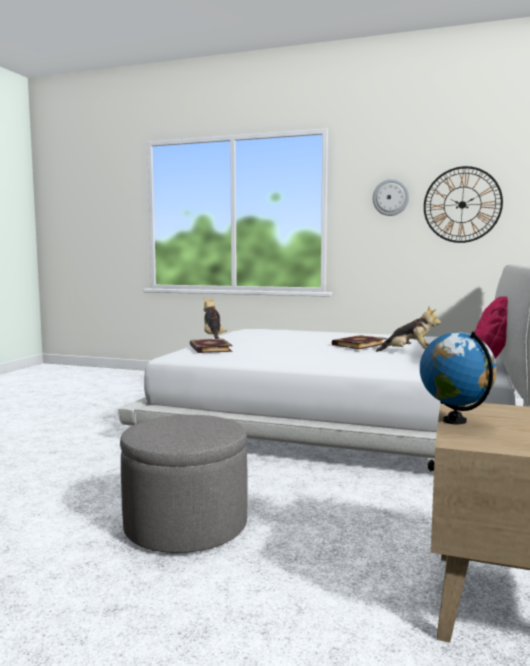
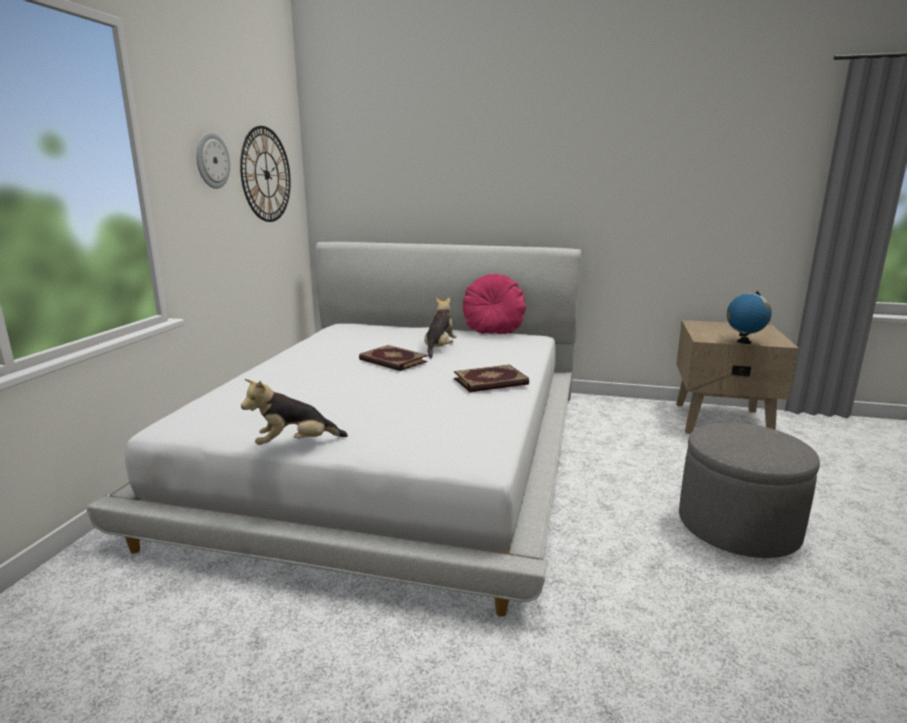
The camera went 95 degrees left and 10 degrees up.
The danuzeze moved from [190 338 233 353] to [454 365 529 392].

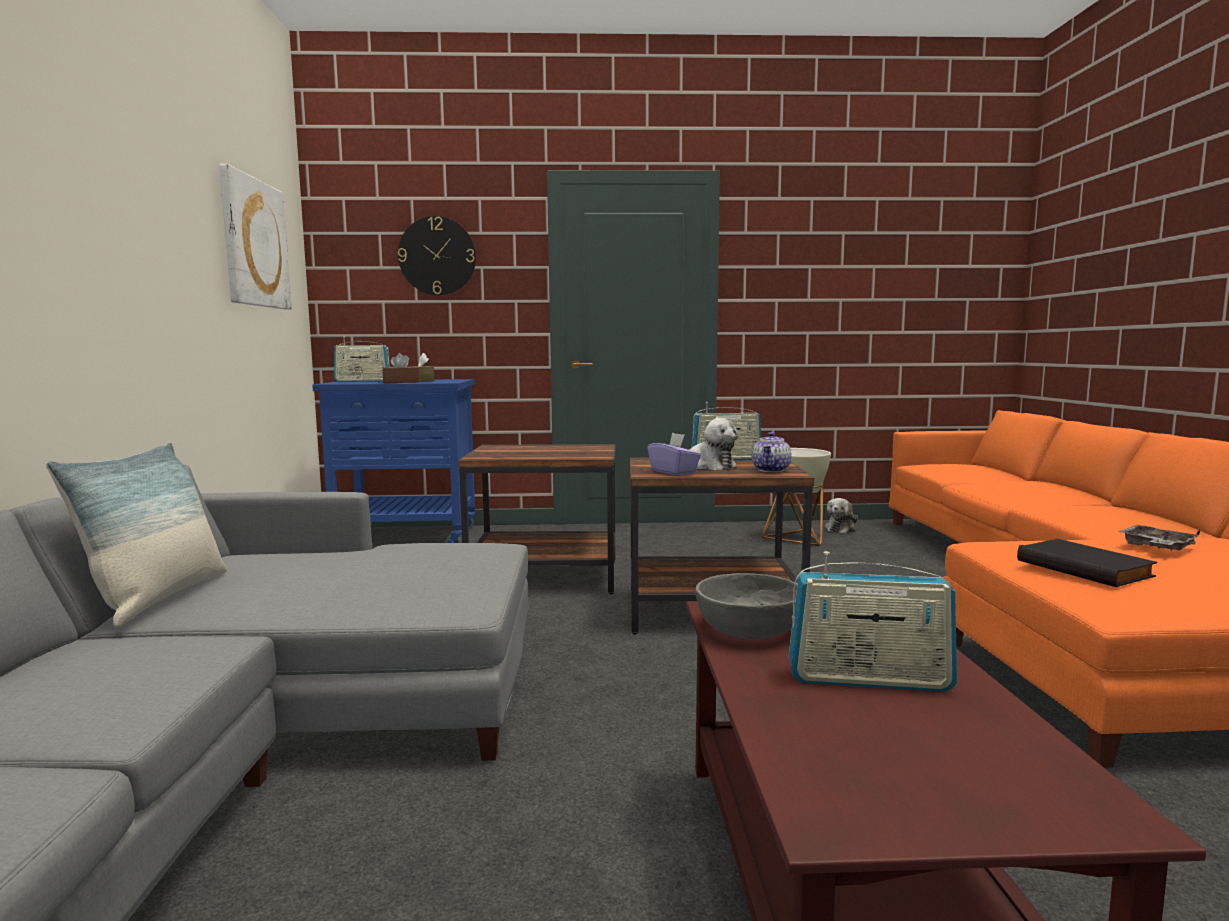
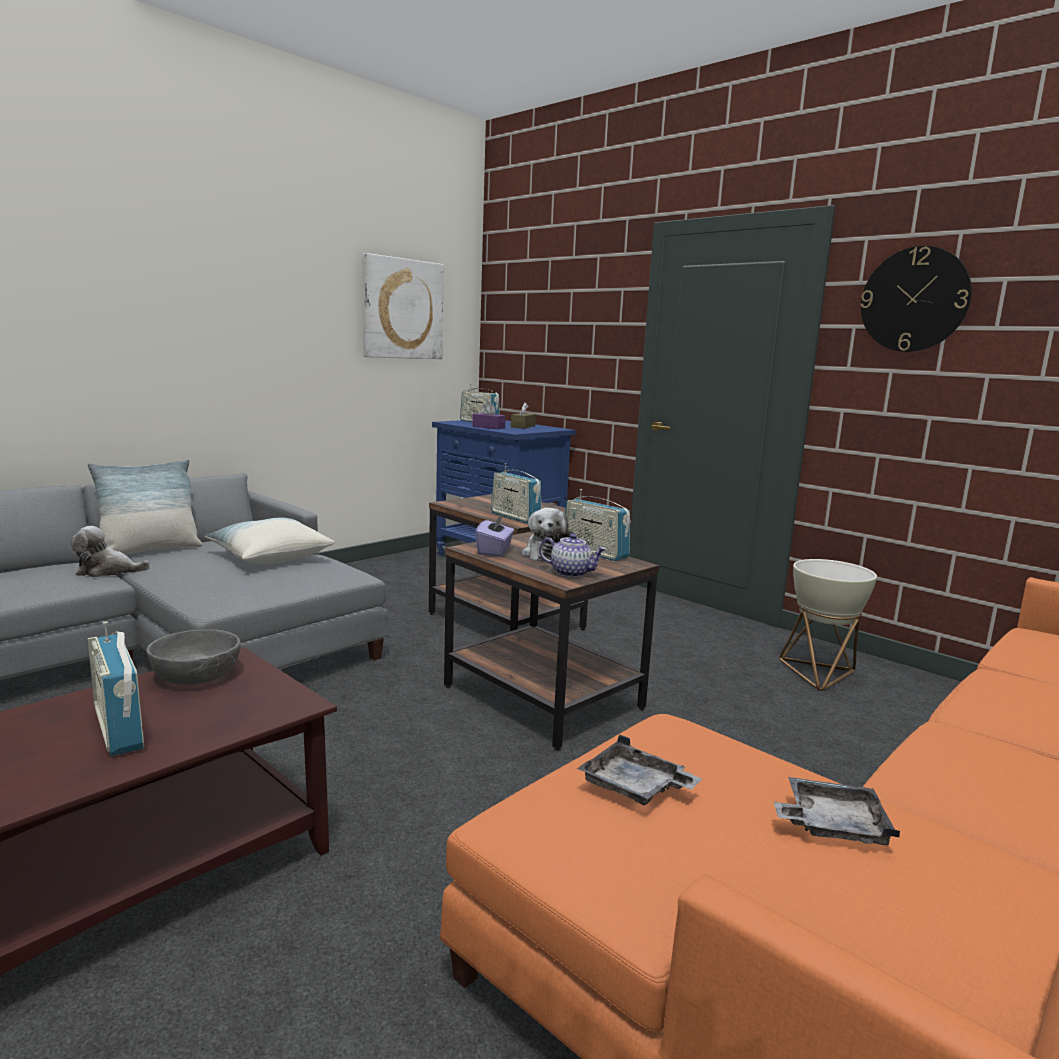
The camera went 45 degrees right and 5 degrees up.
The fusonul at [205 518 335 564] appeared.
The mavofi at [491 463 541 523] appeared.
The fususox moved from [398 216 476 295] to [861 246 972 352].
The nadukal moved from [825 498 858 534] to [71 526 150 577].
The black_danuzeze at [1017 539 1157 587] was replaced by the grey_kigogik at [577 734 702 805].
The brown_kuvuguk at [382 353 419 383] became the purple_kuvuguk at [472 402 506 429].
The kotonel at [752 432 792 472] turned 135 degrees counterclockwise.

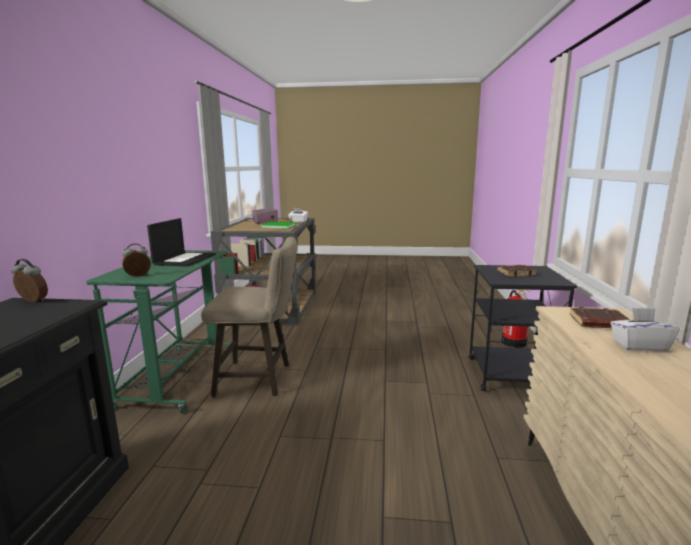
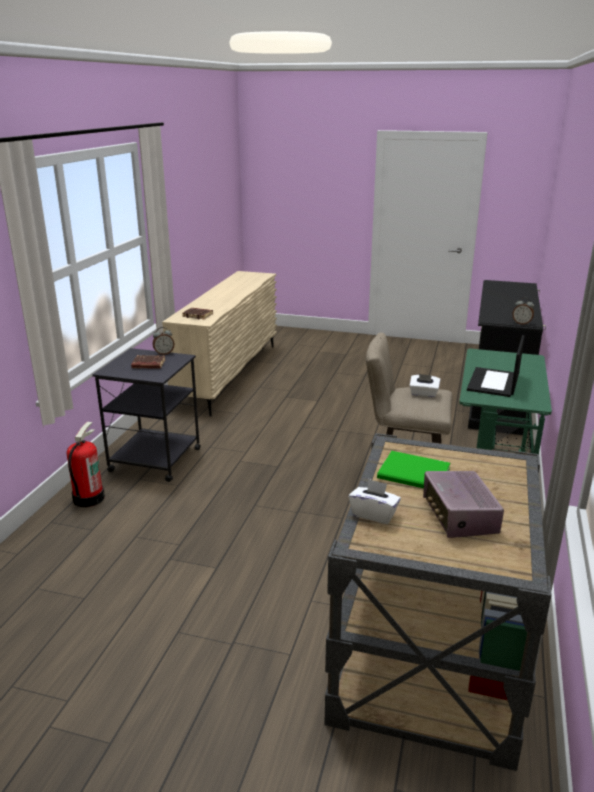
The camera went 170 degrees left and 10 degrees up.
The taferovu moved from [122 243 151 277] to [153 327 174 355].
The white_kuvuguk moved from [610 308 680 351] to [410 374 440 397].

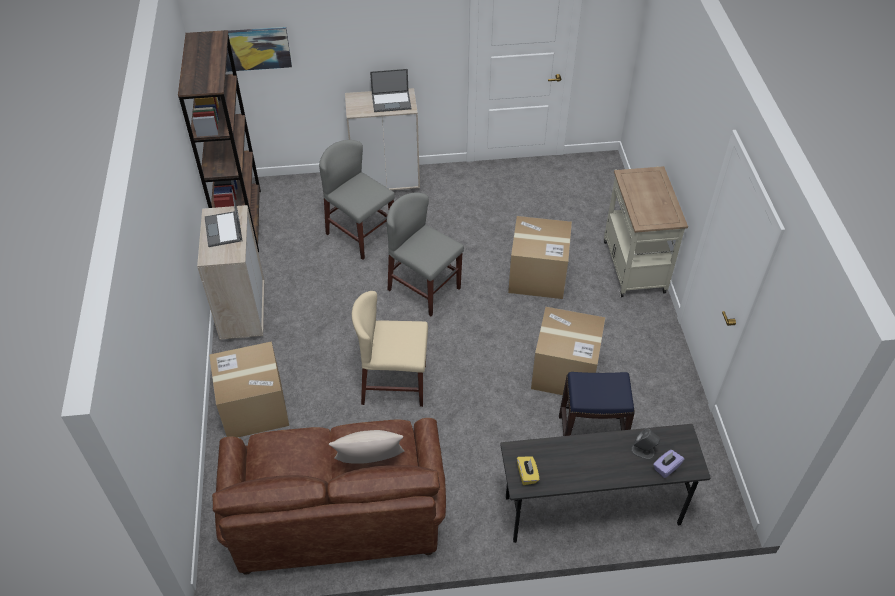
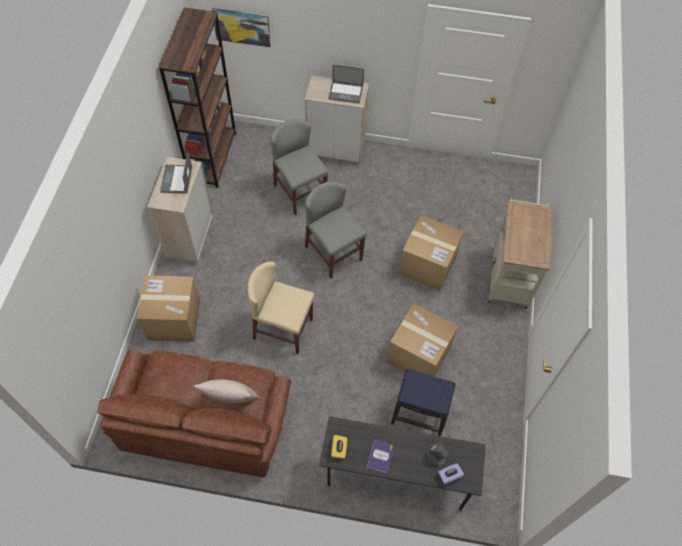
The camera went 15 degrees right and 10 degrees up.
The danuzeze at [367 440 394 473] appeared.

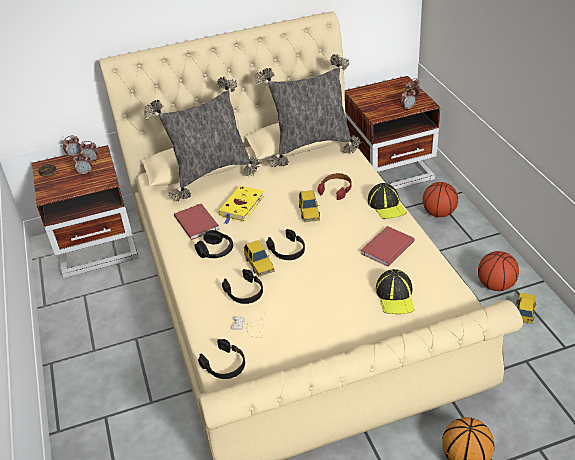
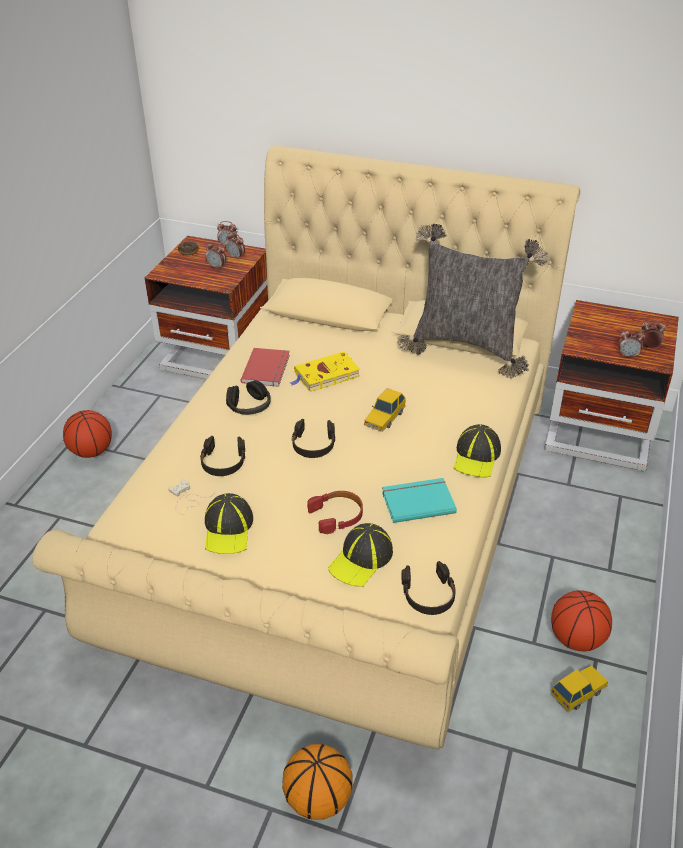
The camera went 35 degrees right and 0 degrees up.
The fusonul at [144 77 260 202] disappeared.
The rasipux at [244 240 275 277] disappeared.
The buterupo at [205 493 253 554] appeared.
The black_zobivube moved from [198 339 245 379] to [401 561 456 615].
The red_zobivube moved from [318 173 352 200] to [307 491 363 534].
The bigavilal moved from [423 182 458 217] to [63 410 112 458].
The red_danuzeze at [361 226 415 267] became the turquoise_danuzeze at [382 478 457 523].

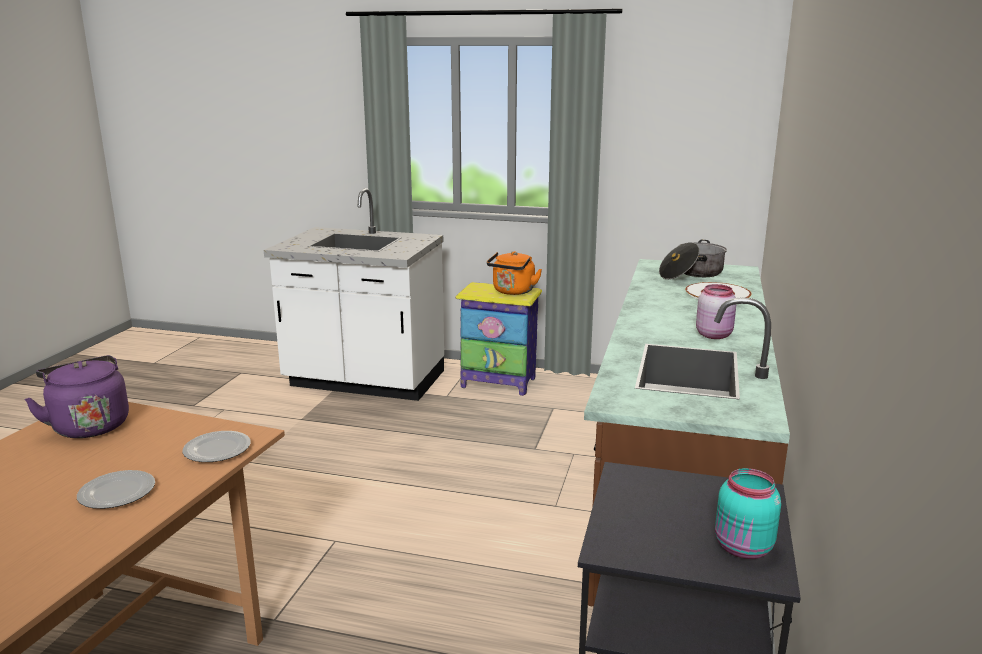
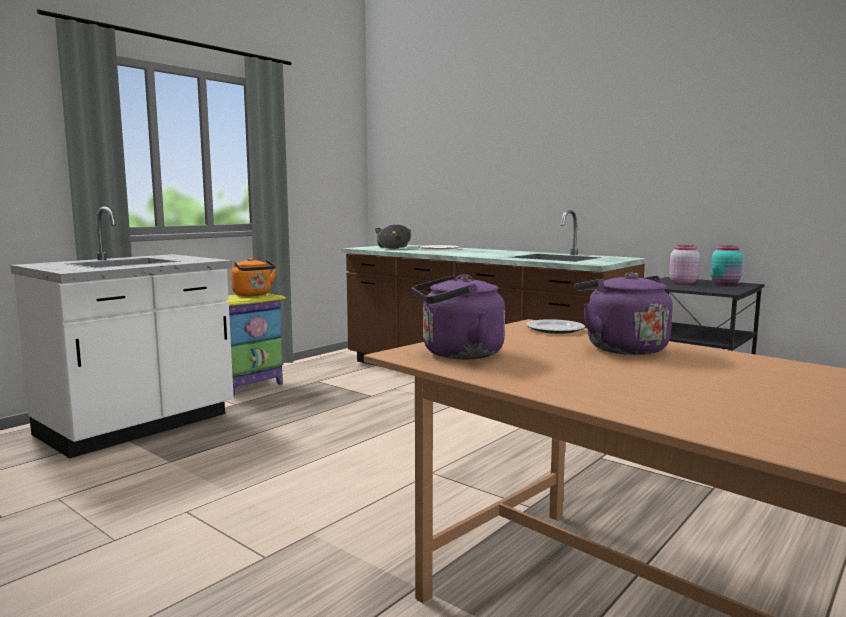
The camera went 65 degrees left and 10 degrees down.
The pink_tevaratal moved from [696 284 736 339] to [669 245 700 284].
The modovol at [77 470 155 509] was replaced by the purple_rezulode at [575 272 673 355].

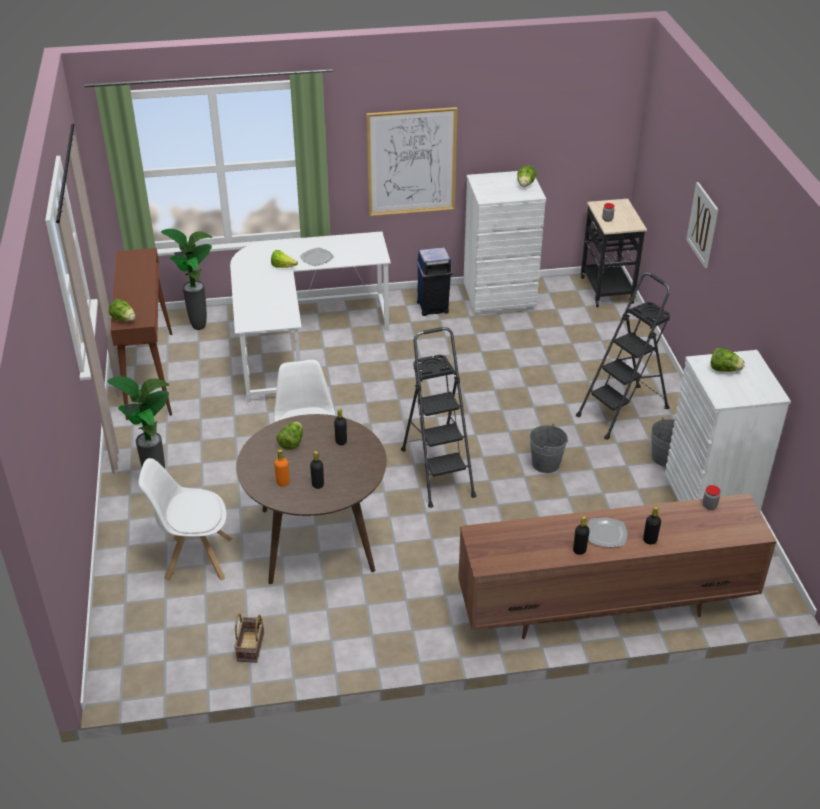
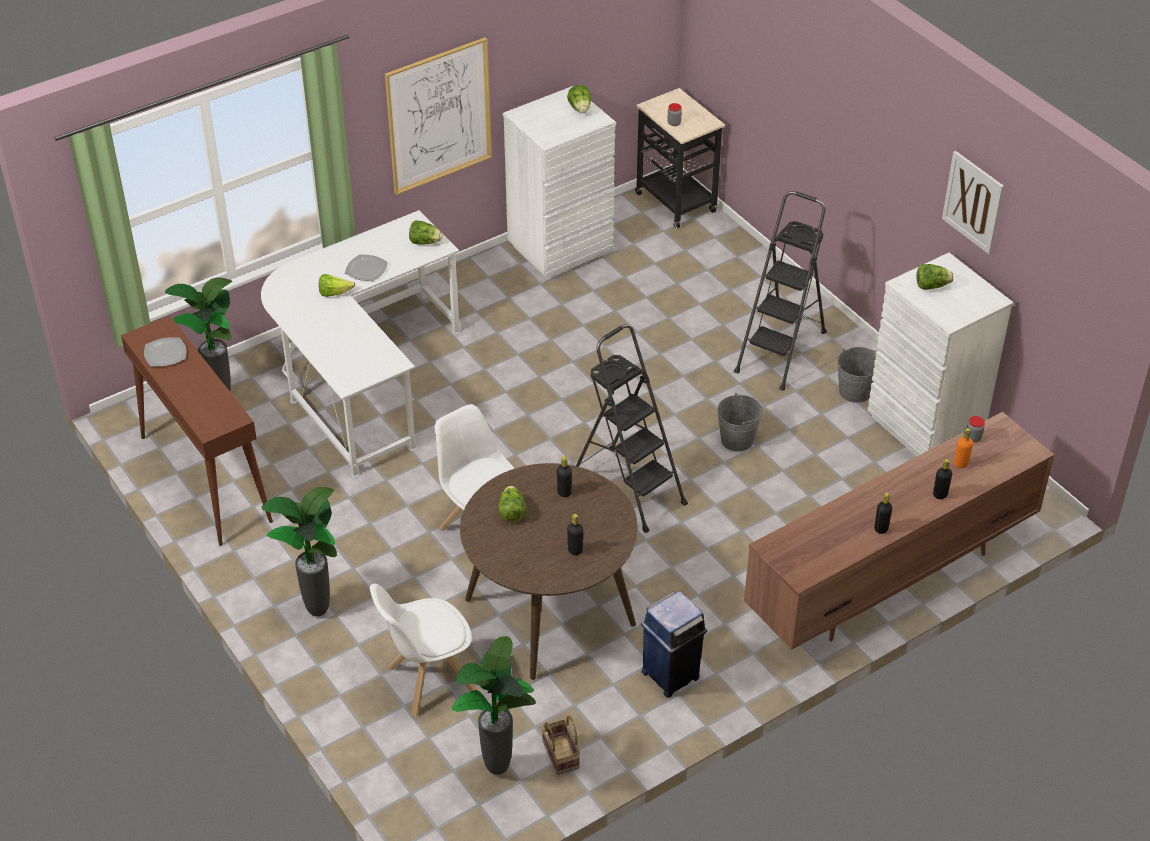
The camera went 25 degrees left and 5 degrees up.
The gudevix at [452 636 536 775] appeared.
The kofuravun moved from [109 299 135 322] to [409 220 443 245].
The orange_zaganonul moved from [274 449 290 487] to [954 428 973 469].
The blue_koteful moved from [416 247 452 316] to [641 591 707 698].
The modovol moved from [587 518 628 547] to [144 337 186 367].
The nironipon moved from [686 182 718 268] to [942 151 1004 254].

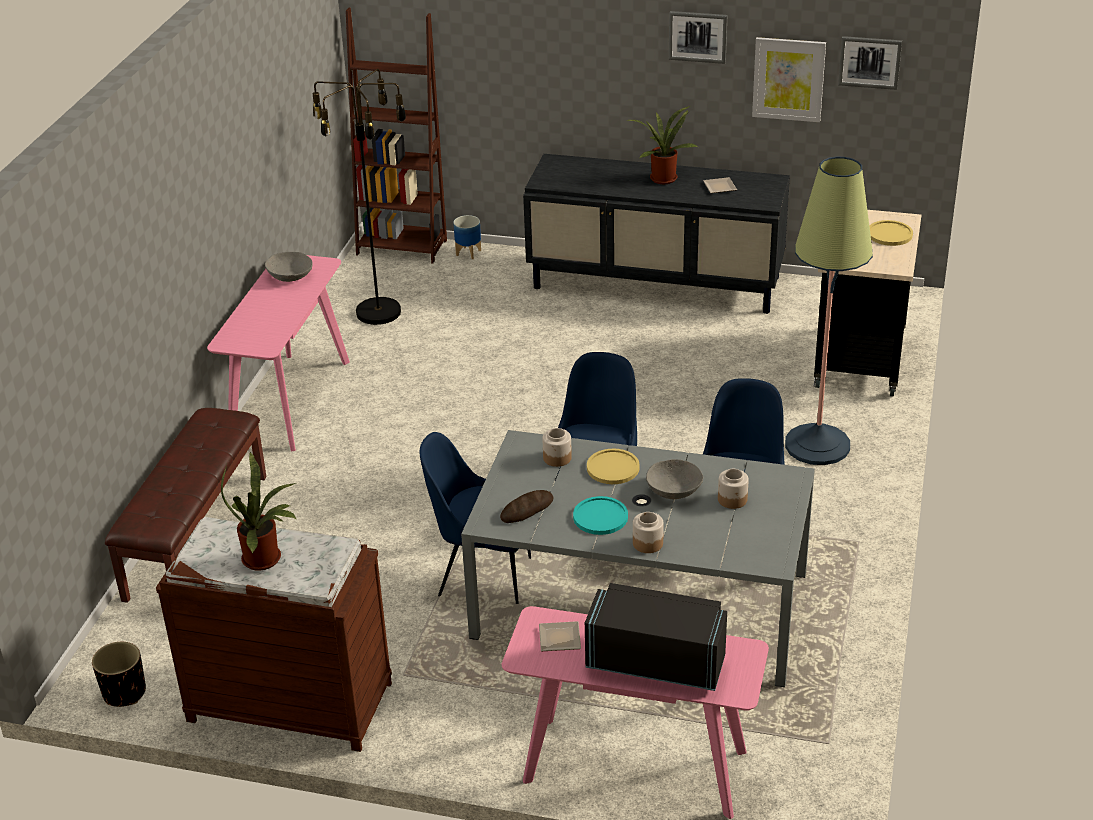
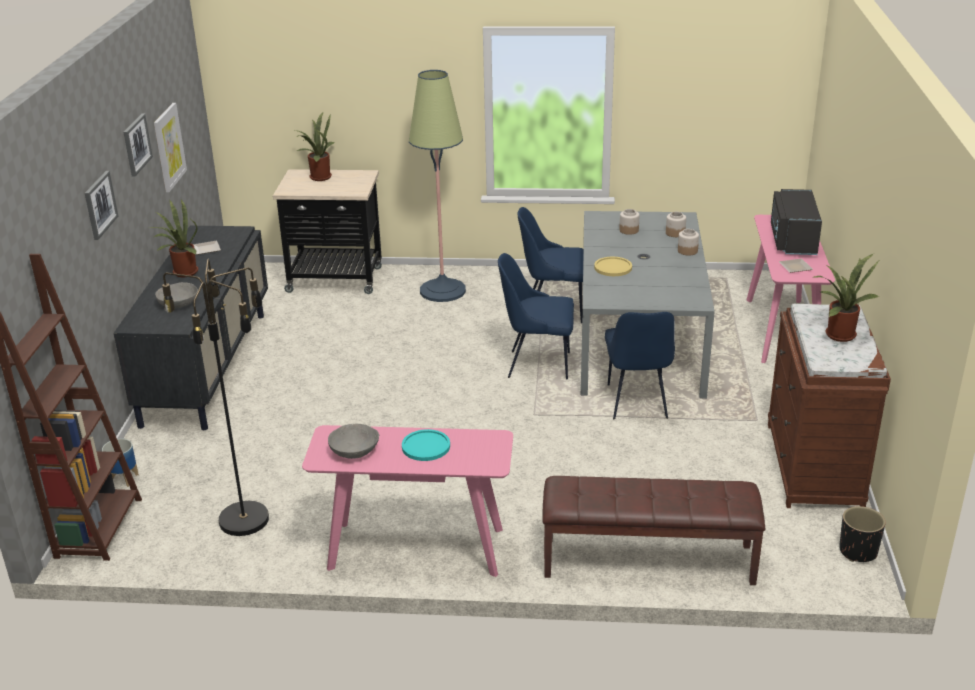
The camera went 100 degrees left and 5 degrees down.
The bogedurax at [500 490 554 523] disappeared.
The tevaratal moved from [542 428 572 467] to [666 212 686 237].
The turquoise_modovol moved from [573 496 628 535] to [402 429 450 461].
The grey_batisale moved from [646 459 703 499] to [155 282 198 308].
The nironipon moved from [838 36 902 90] to [85 171 118 240].
The yellow_modovol at [869 220 913 246] was replaced by the gudevix at [295 112 335 181].

